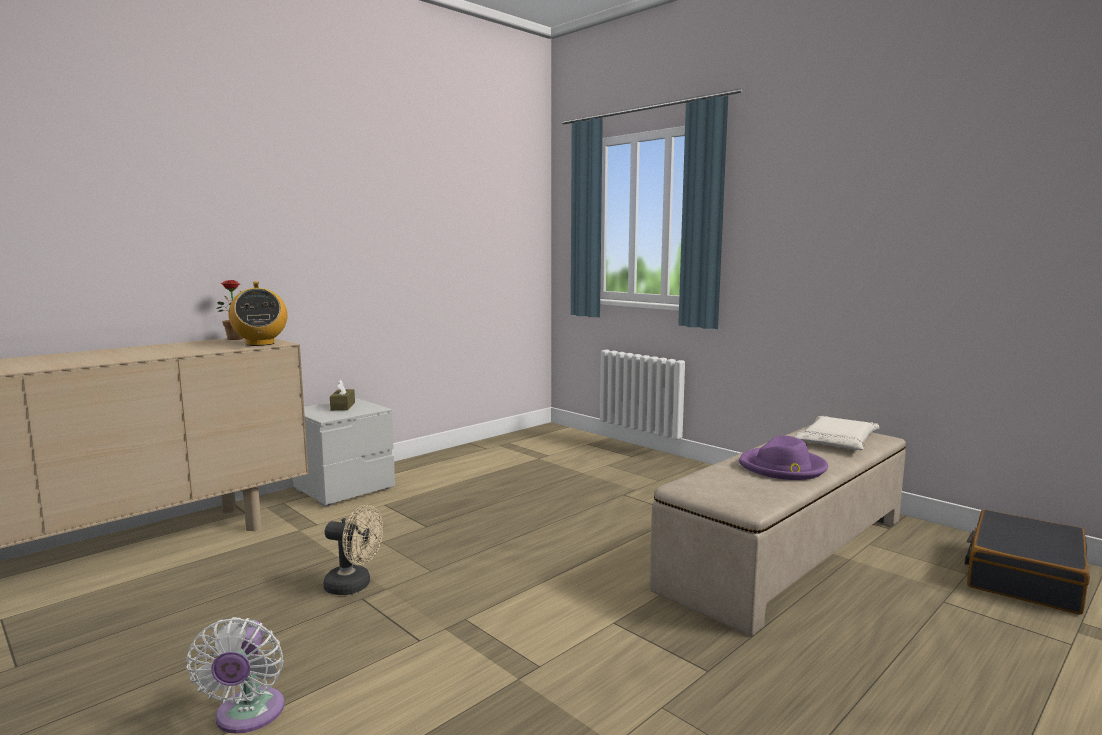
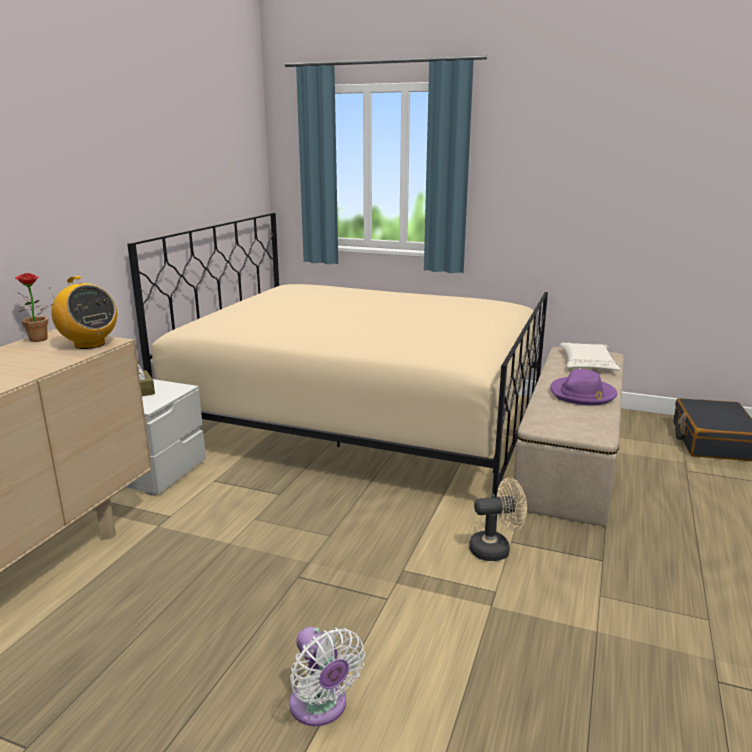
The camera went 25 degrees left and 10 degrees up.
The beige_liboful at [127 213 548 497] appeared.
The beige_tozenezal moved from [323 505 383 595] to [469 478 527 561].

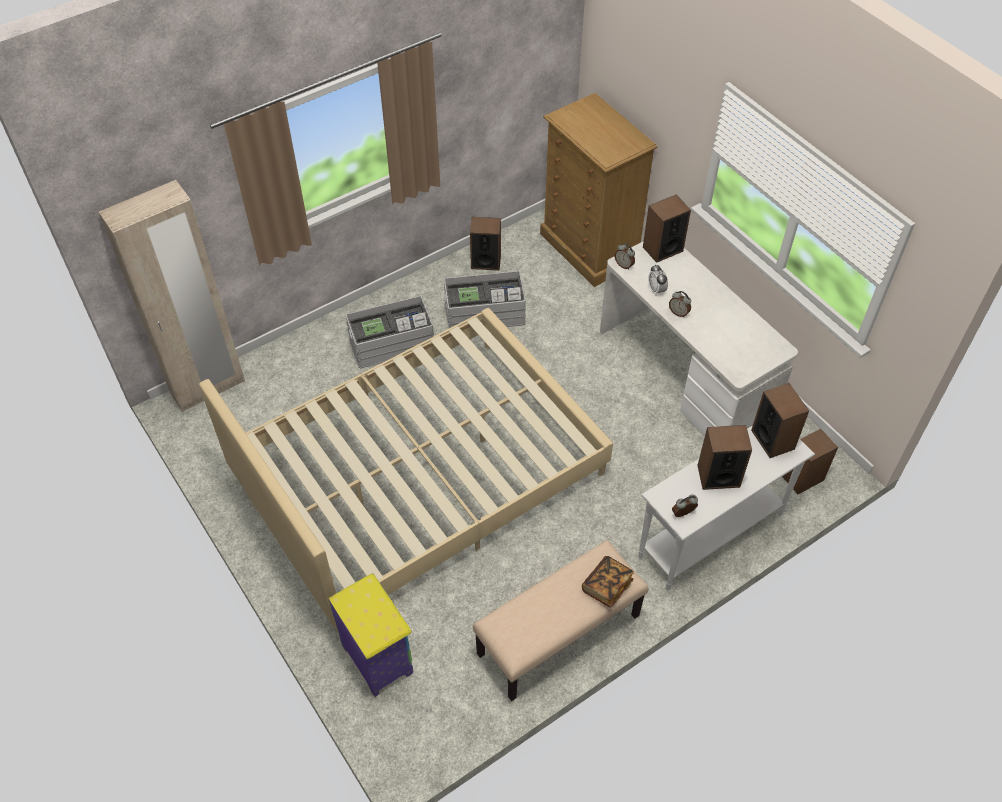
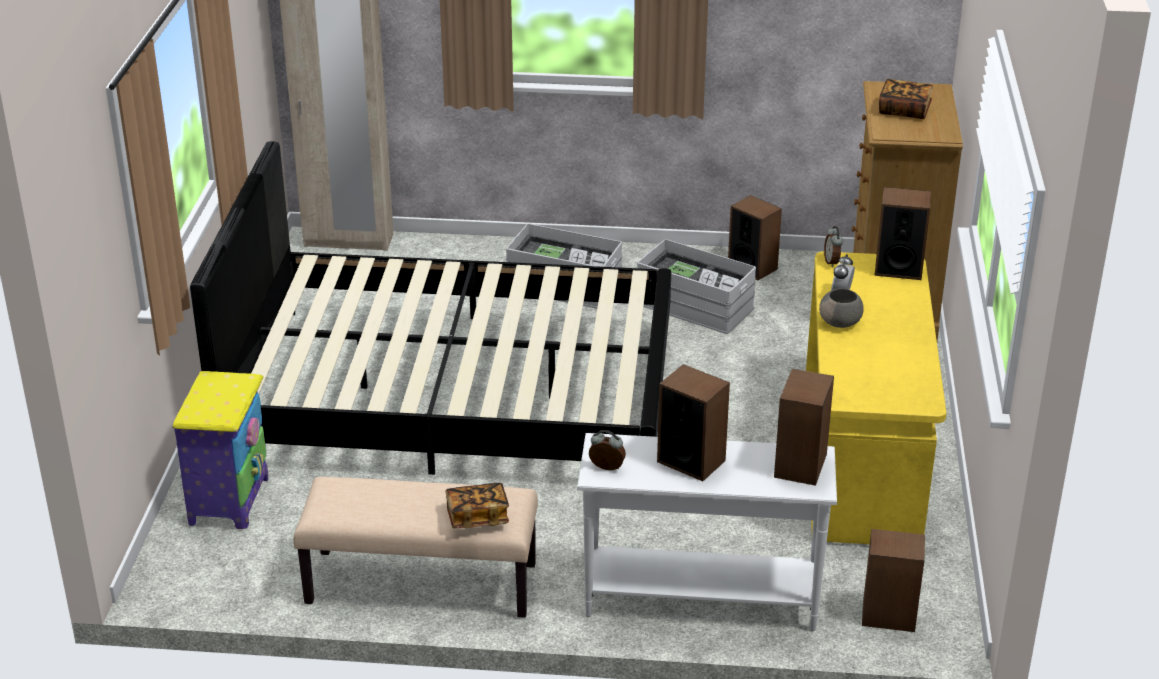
The camera went 40 degrees right and 20 degrees down.
The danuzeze at [879 79 933 119] appeared.
The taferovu at [669 291 691 317] was replaced by the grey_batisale at [819 289 864 328].
The beige_liboful at [199 308 613 633] became the black_liboful at [190 141 671 475].
The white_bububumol at [600 242 798 436] became the yellow_bububumol at [806 251 947 544].

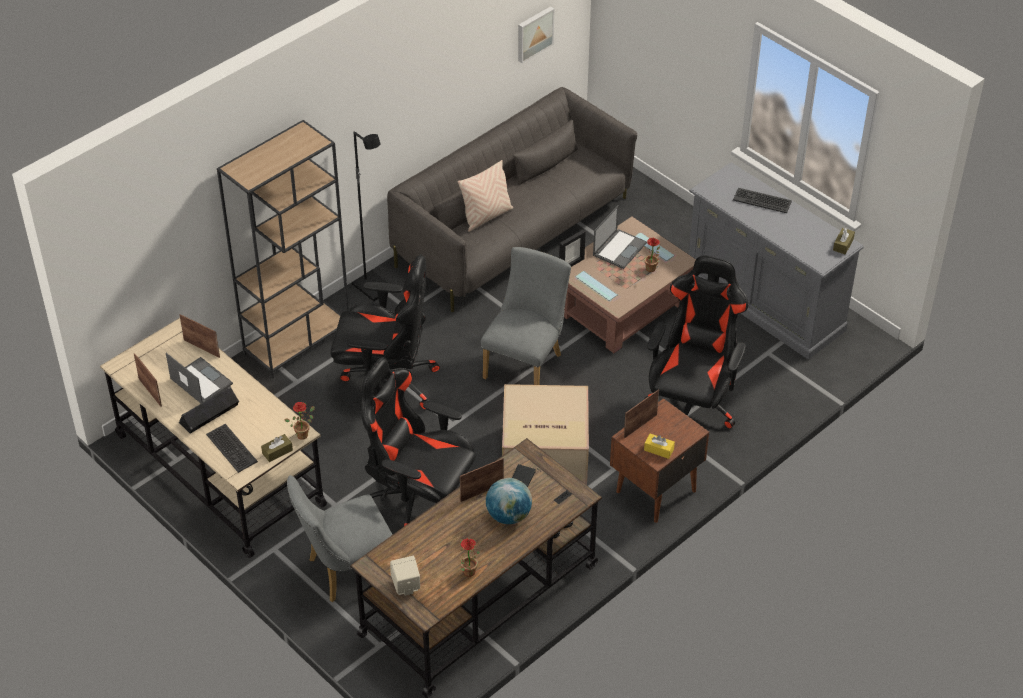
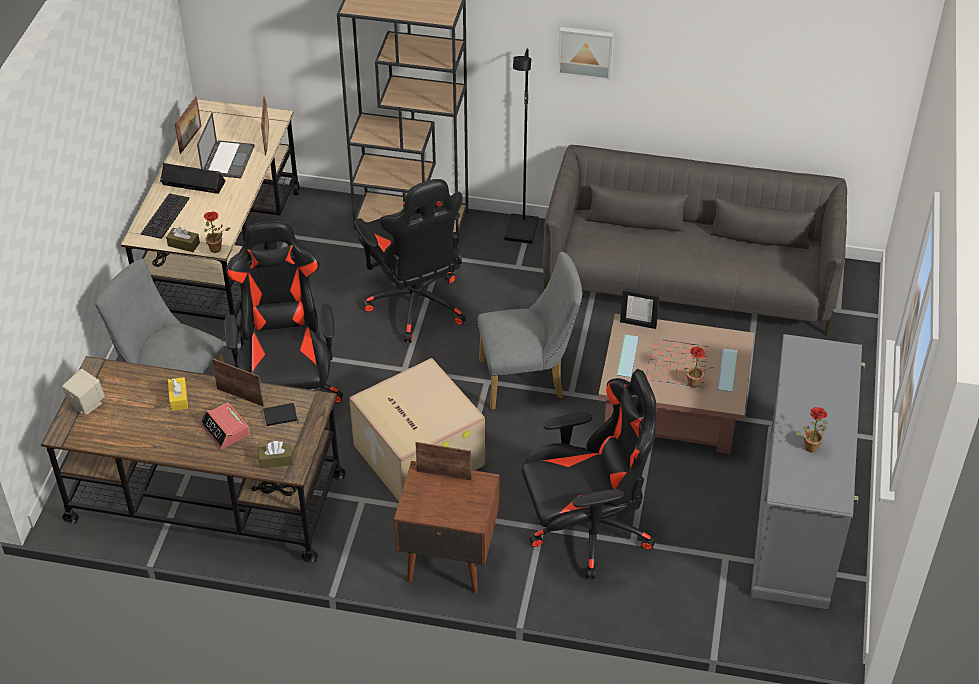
The camera went 55 degrees right and 0 degrees up.
The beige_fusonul at [458 160 513 232] disappeared.
The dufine at [593 205 647 269] disappeared.
The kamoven at [733 188 792 213] disappeared.
The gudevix moved from [460 538 480 577] to [796 407 828 452].
The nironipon moved from [518 6 554 63] to [558 27 614 80].
The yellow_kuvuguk moved from [644 434 675 459] to [168 377 188 411].
The brown_kuvuguk moved from [833 228 855 254] to [258 441 293 469].
The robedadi at [486 478 532 524] was replaced by the taferovu at [200 402 250 449].

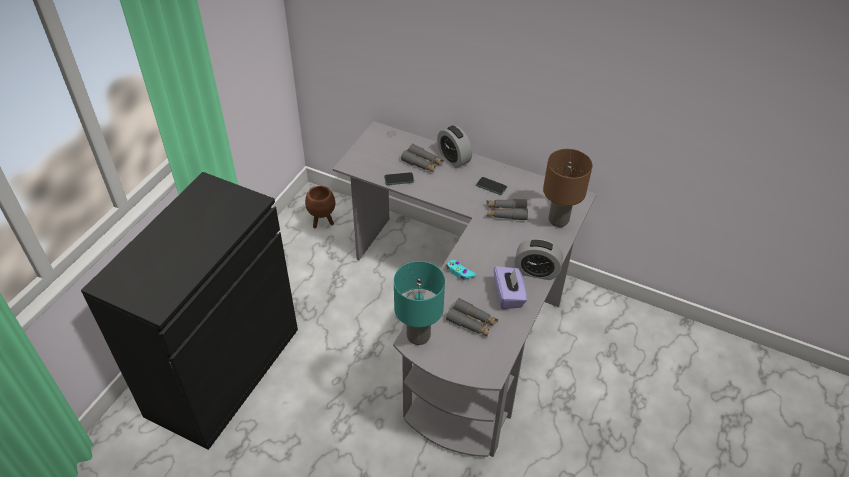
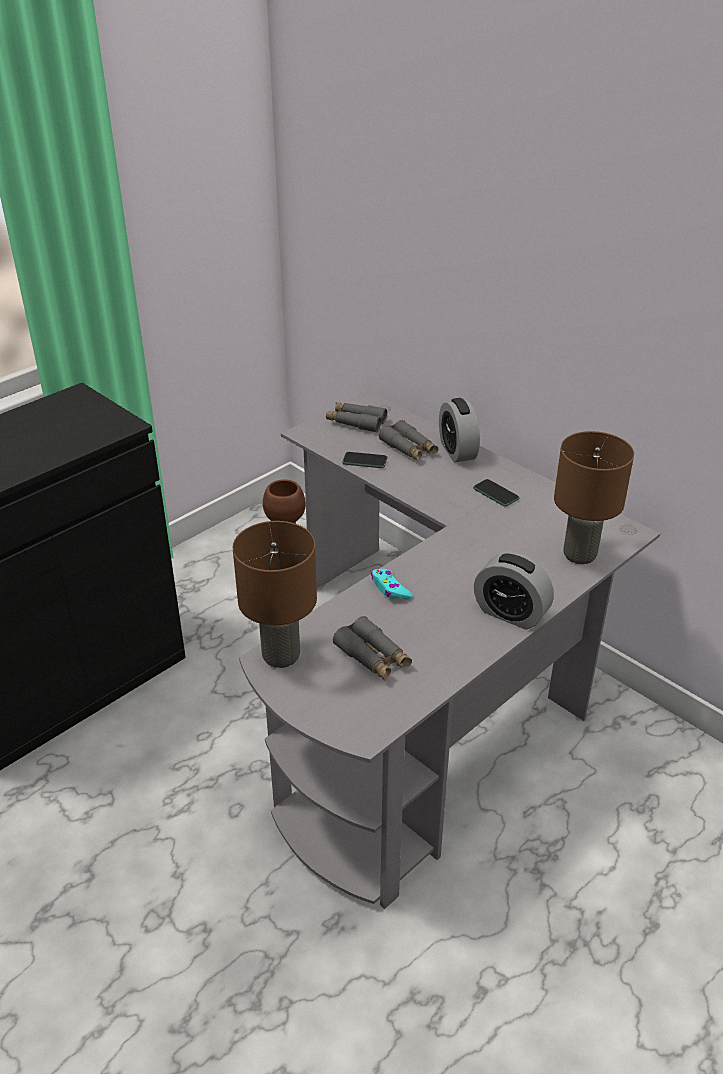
The camera went 20 degrees right and 10 degrees down.
The purple_kuvuguk at [494 266 527 309] disappeared.
The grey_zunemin moved from [486 199 528 220] to [326 402 387 433].
The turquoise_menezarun at [394 261 445 345] became the brown_menezarun at [233 521 317 668].

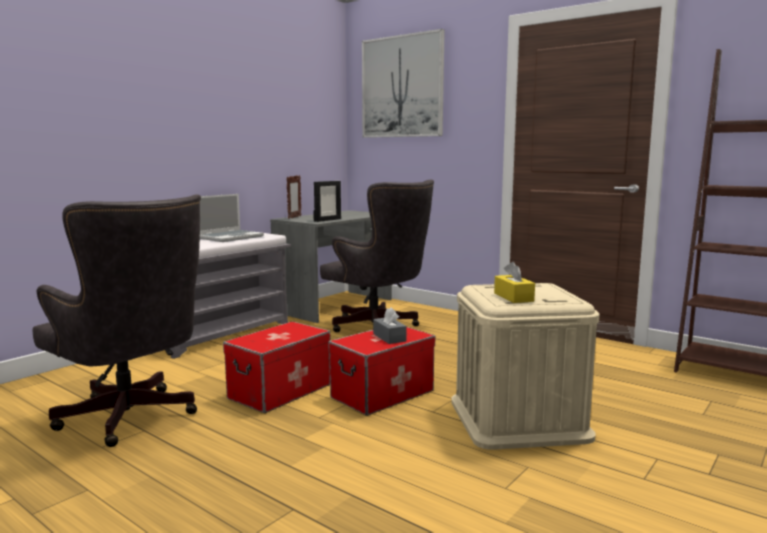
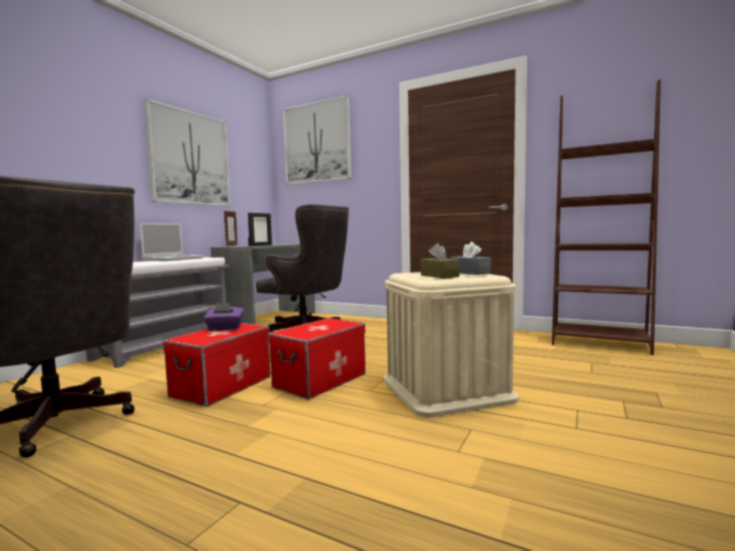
The camera went 10 degrees left and 5 degrees down.
The nironipon at [144 99 231 206] appeared.
The purple_kuvuguk at [204 303 243 331] appeared.
The grey_kuvuguk moved from [373 307 407 344] to [450 242 491 275].
The yellow_kuvuguk at [494 262 535 303] became the brown_kuvuguk at [421 243 460 278].

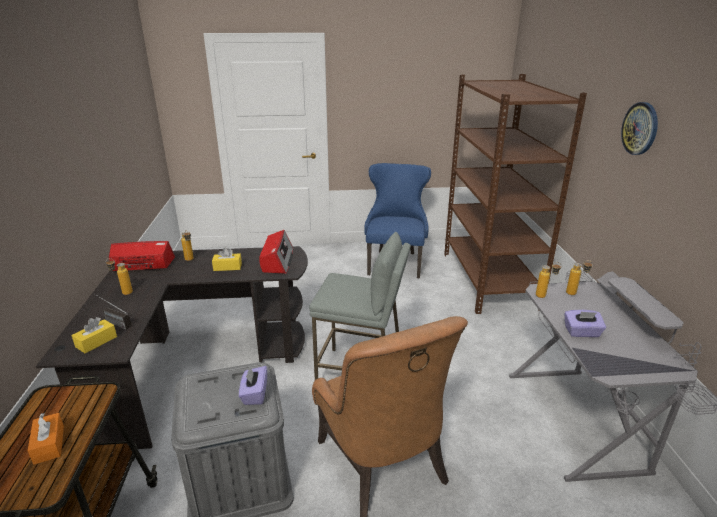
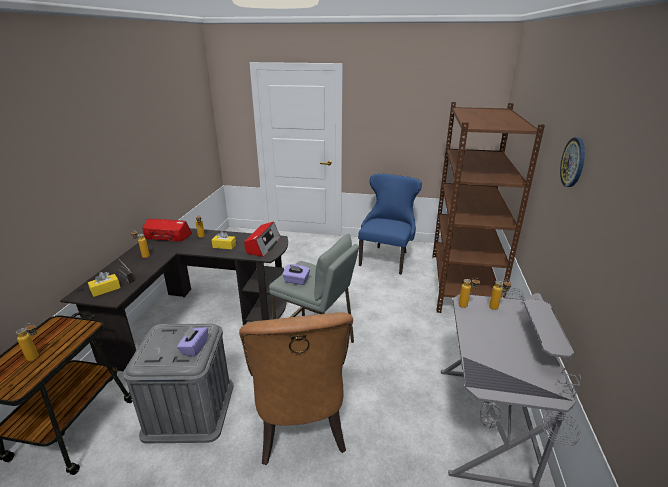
The camera went 15 degrees right and 0 degrees up.
The purple_kuvuguk moved from [565 310 606 337] to [282 264 310 285].
The orange_kuvuguk at [28 413 64 465] was replaced by the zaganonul at [16 323 39 361].

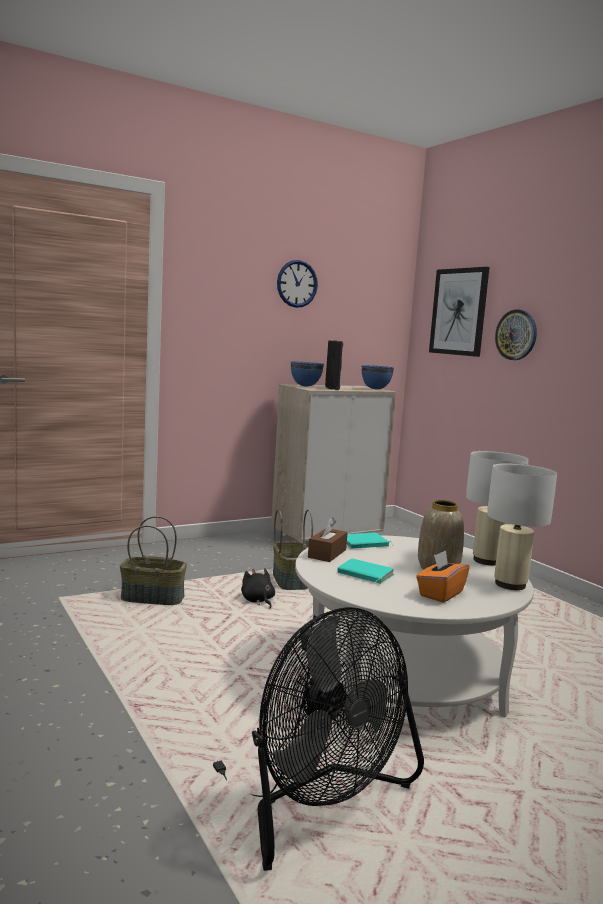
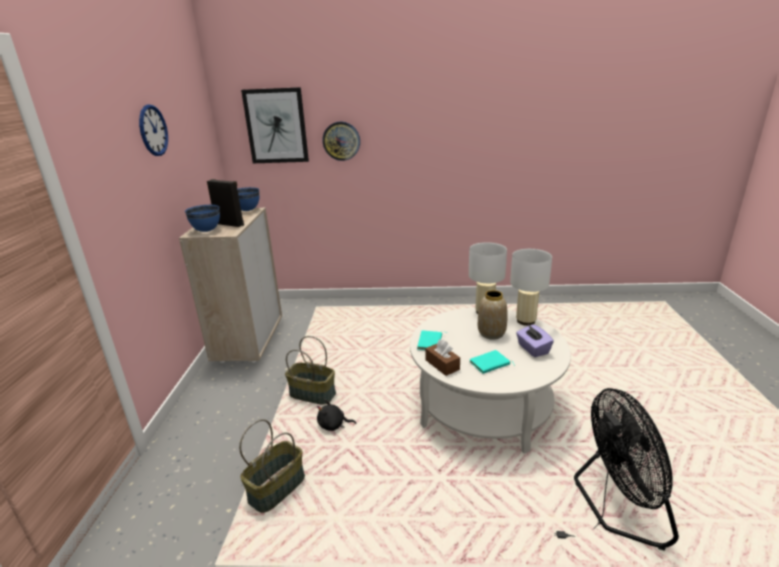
The camera went 55 degrees left and 15 degrees up.
The orange_kuvuguk at [416 550 470 603] became the purple_kuvuguk at [516 324 554 357].

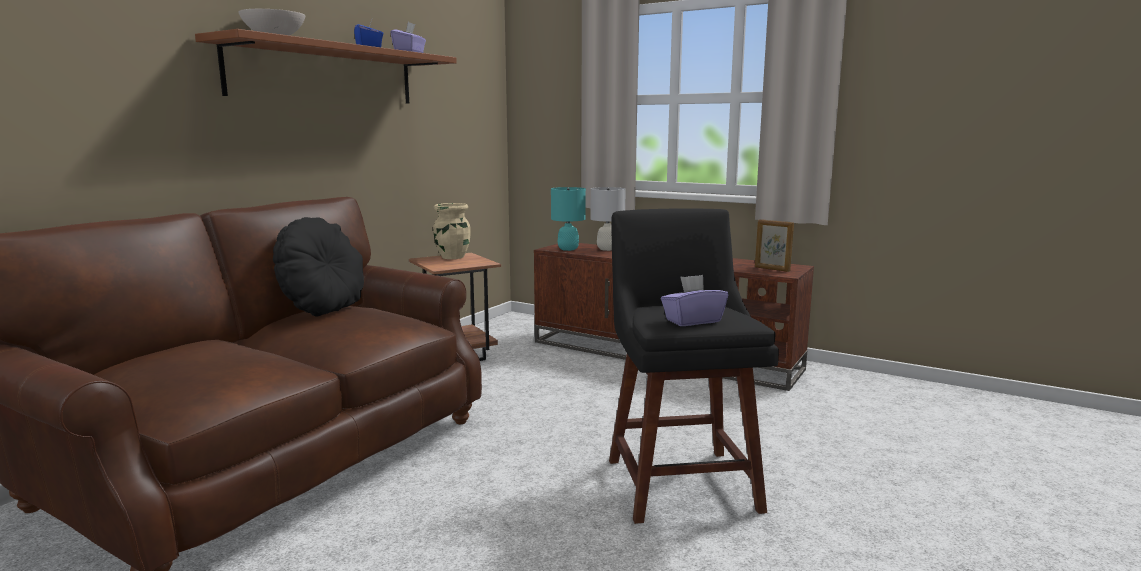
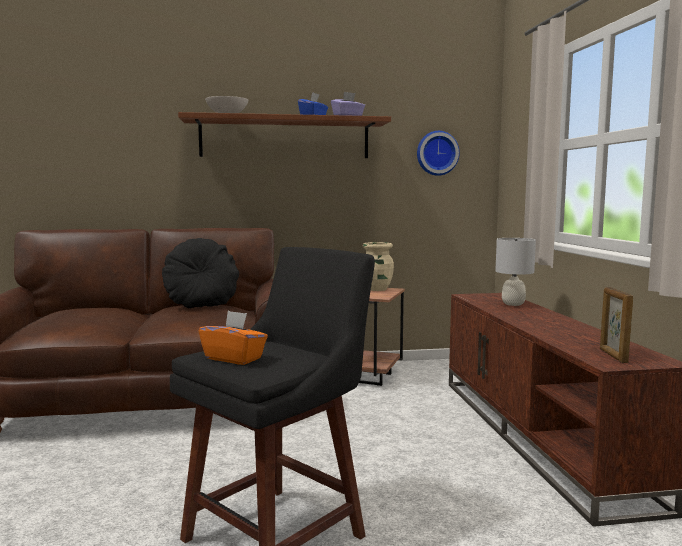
The camera went 50 degrees right and 5 degrees down.
The turquoise_menezarun at [551 187 586 251] disappeared.
The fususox at [417 131 460 176] appeared.
The purple_kuvuguk at [661 275 728 326] became the orange_kuvuguk at [199 311 268 365].

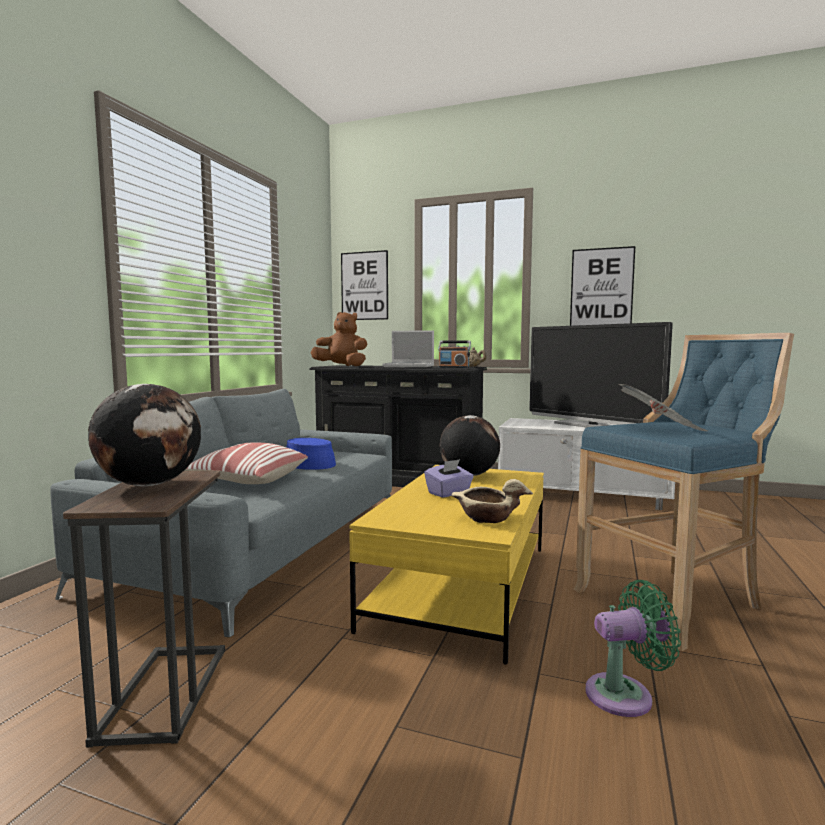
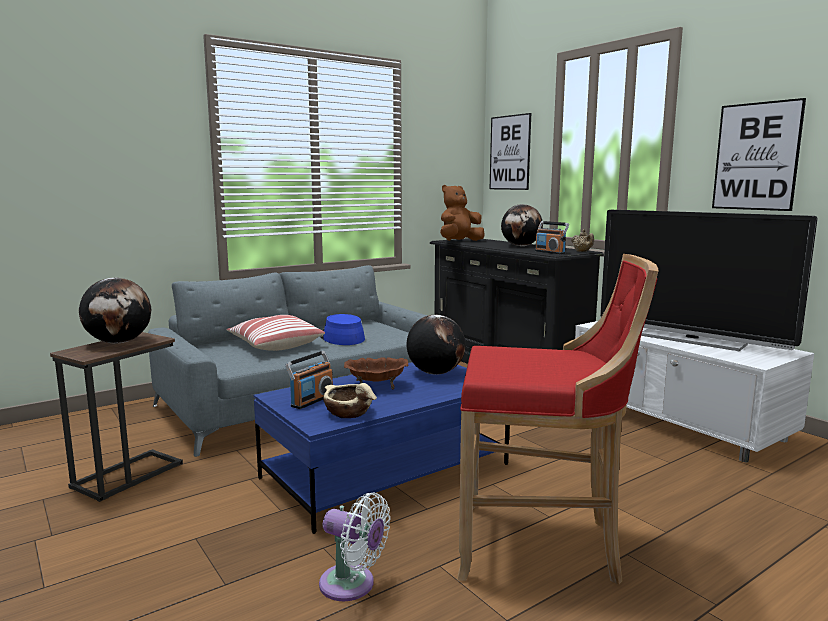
The camera went 35 degrees right and 5 degrees up.
The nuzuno at [618 384 708 431] disappeared.
The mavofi at [285 351 333 409] appeared.
The dufine at [382 330 434 367] was replaced by the robedadi at [501 204 543 246].
The purple_kuvuguk at [424 459 474 498] was replaced by the brown_batisale at [344 357 408 390].
The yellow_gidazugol at [349 465 544 665] became the blue_gidazugol at [254 362 509 534].
The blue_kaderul at [573 333 794 651] became the red_kaderul at [457 254 658 585].
The green_tozenezal at [586 580 681 717] became the white_tozenezal at [319 493 390 601].
The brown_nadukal at [311 312 367 366] turned 90 degrees counterclockwise.
The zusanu at [529 322 673 427] turned 45 degrees counterclockwise.

